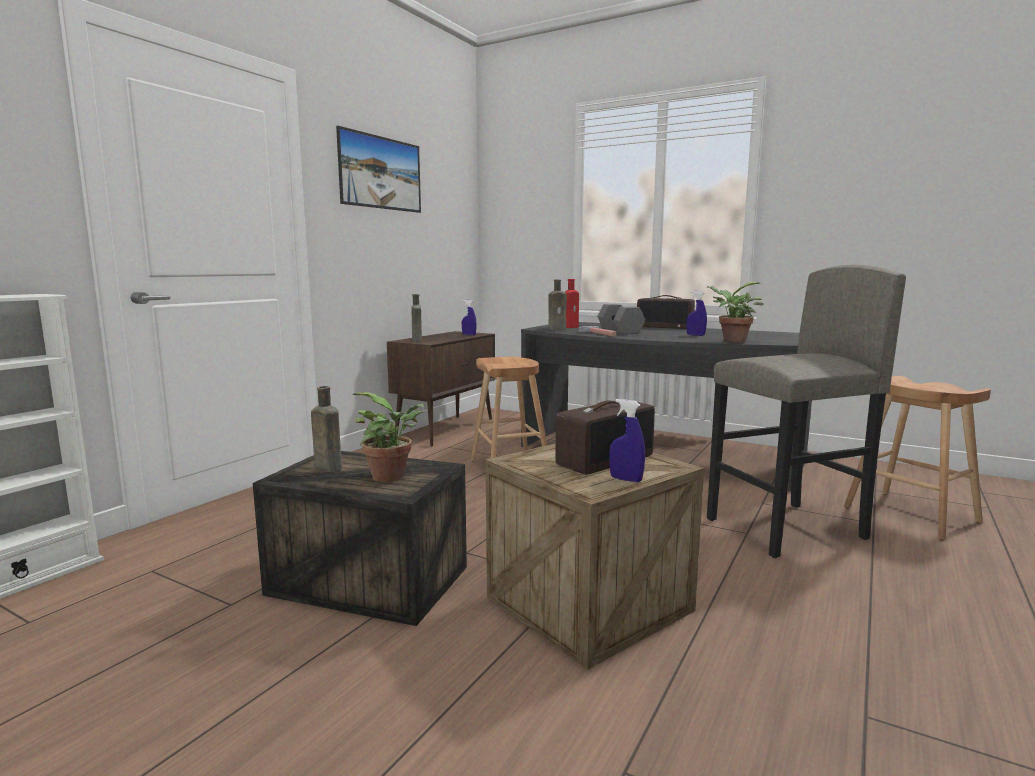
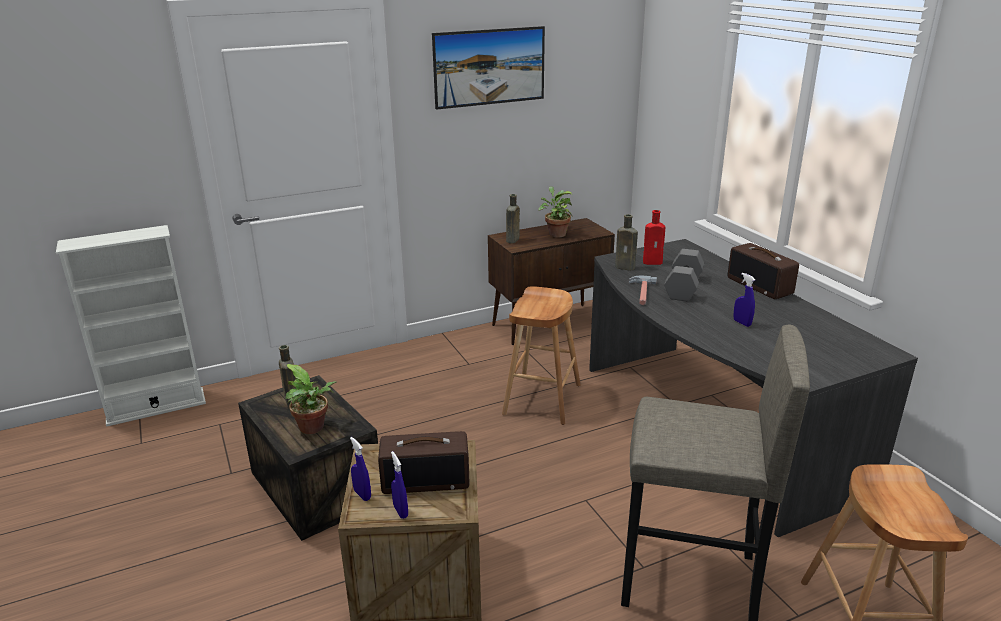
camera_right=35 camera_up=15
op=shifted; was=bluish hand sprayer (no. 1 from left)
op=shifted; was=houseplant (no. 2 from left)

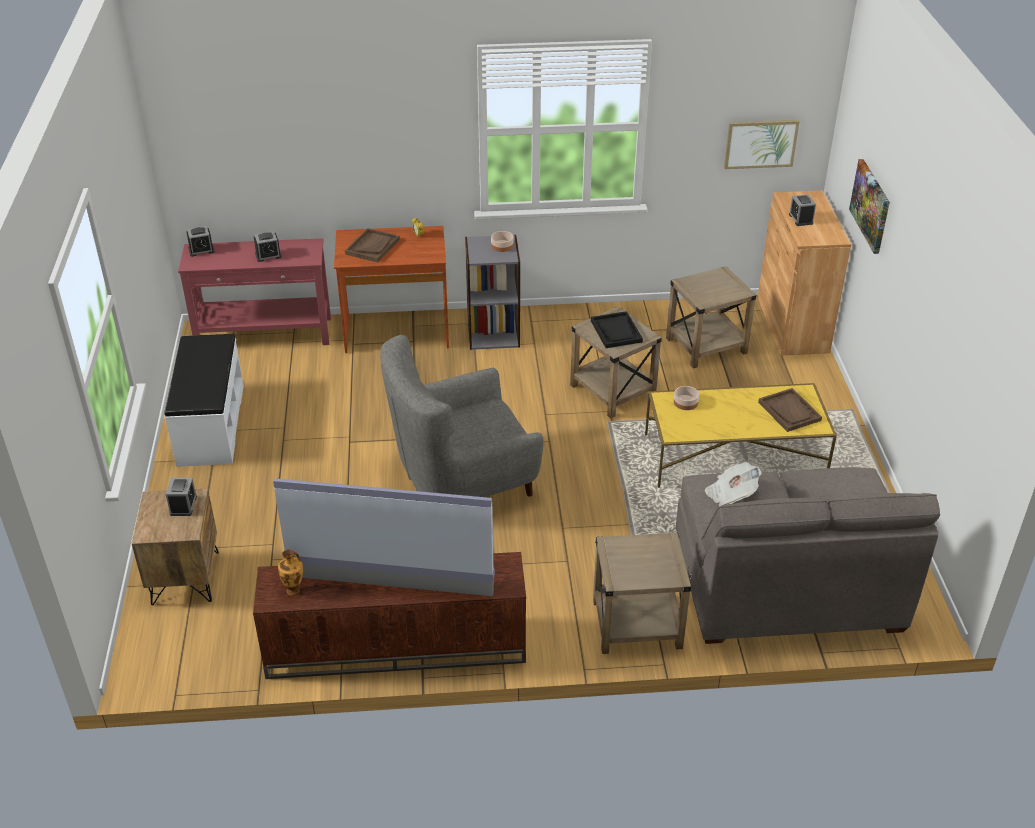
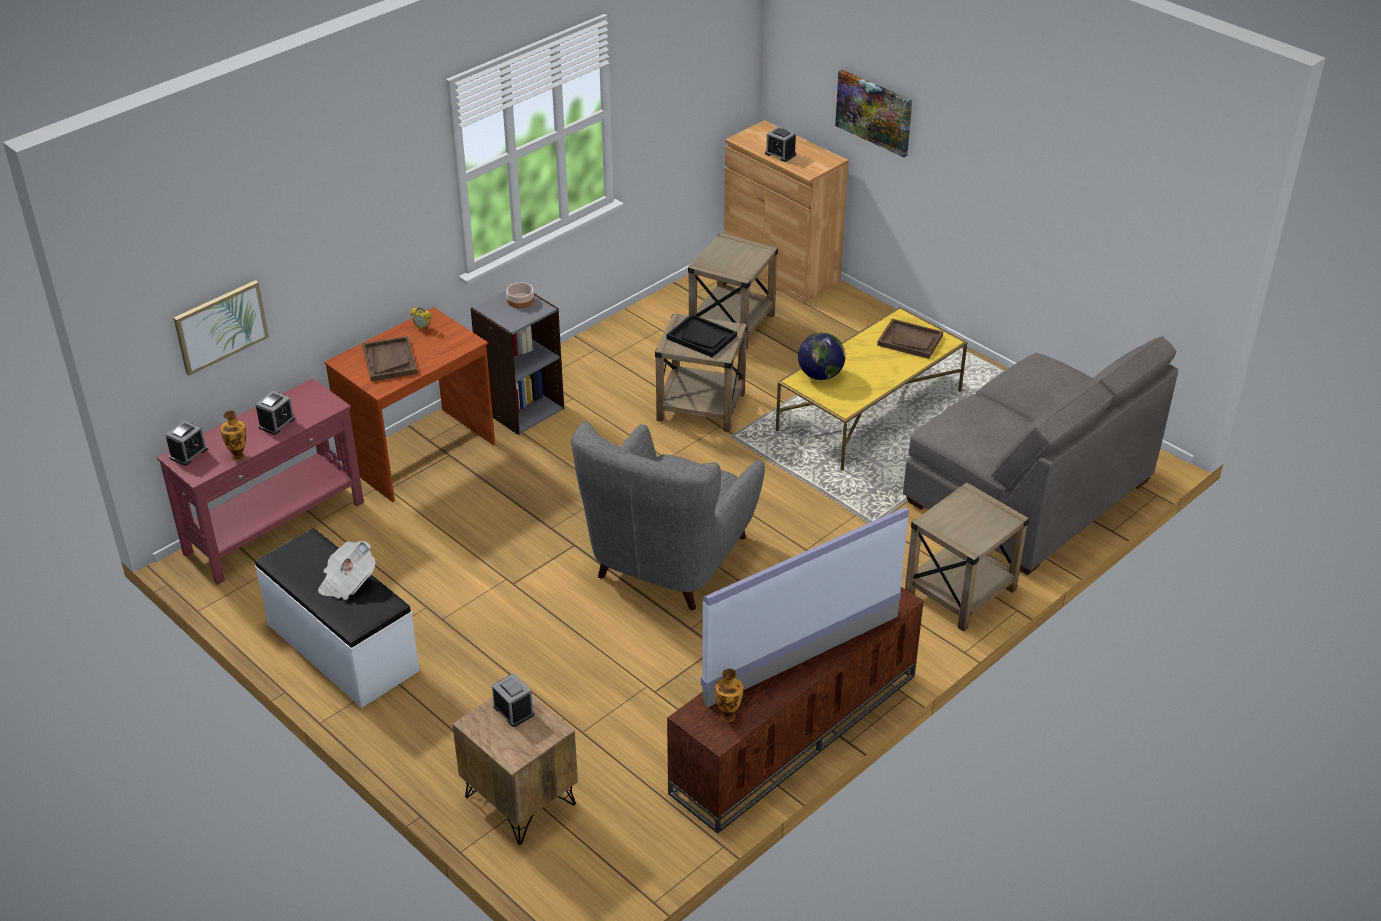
camera_right=-40 camera_up=0
op=swapped; was=serving bowl (no. 2 from left); now=desk globe
op=shifted; was=daily paper
op=shifted; was=wall art (no. 1 from left)
op=new; now=decorative vase (no. 1 from left)

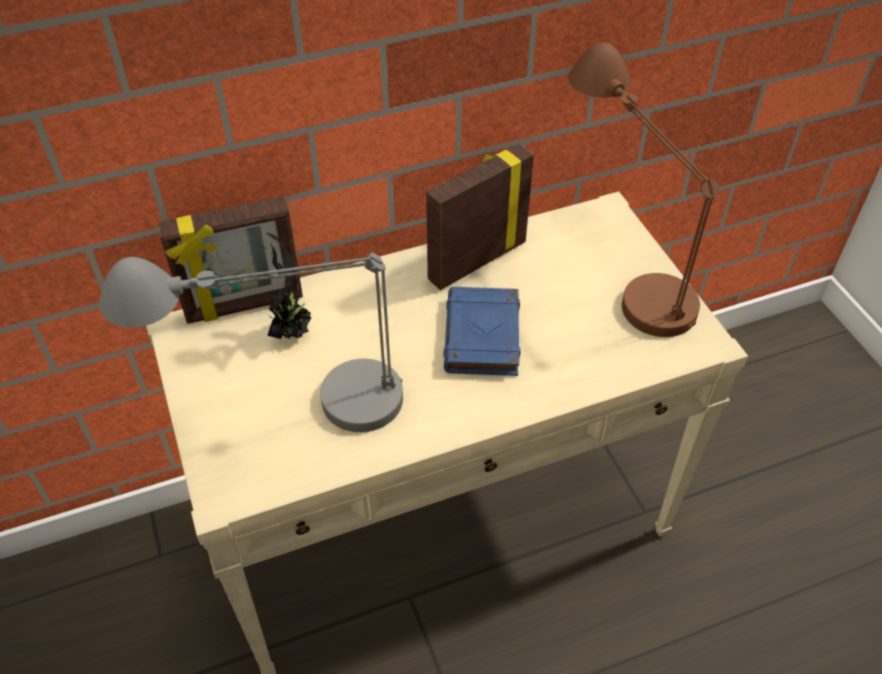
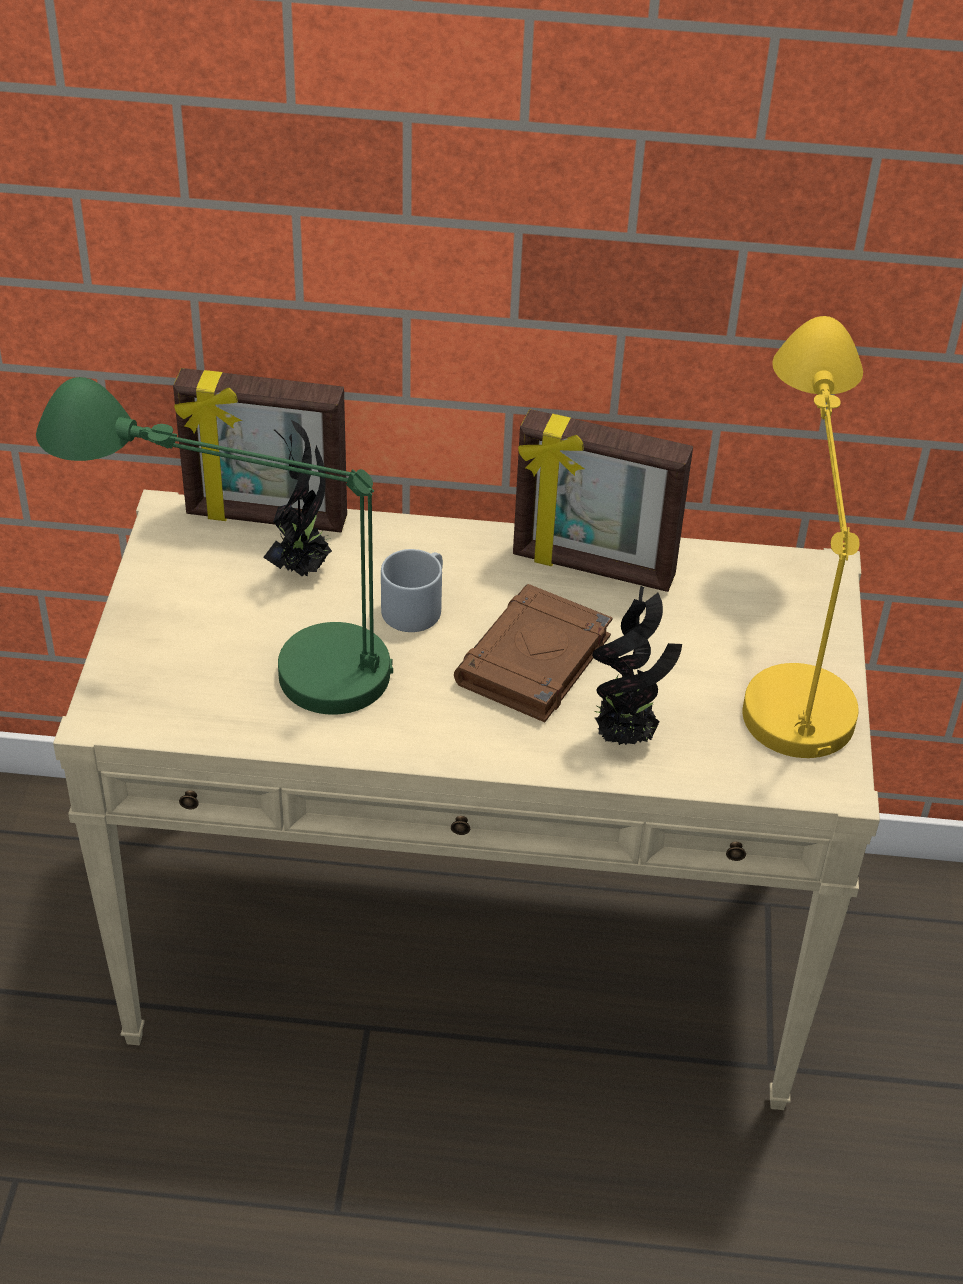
camera_right=25 camera_up=-5
op=repainted; was=greyish table lamp; now=green-coloured table lamp
op=rotated; was=picture frame (no. 2 from left); clockwise=-150
op=repainted; was=bluish book; now=brownish book
op=repainted; was=brownish table lamp; now=yellow table lamp
op=new; now=greyish mug
op=new; now=houseplant (no. 2 from left)

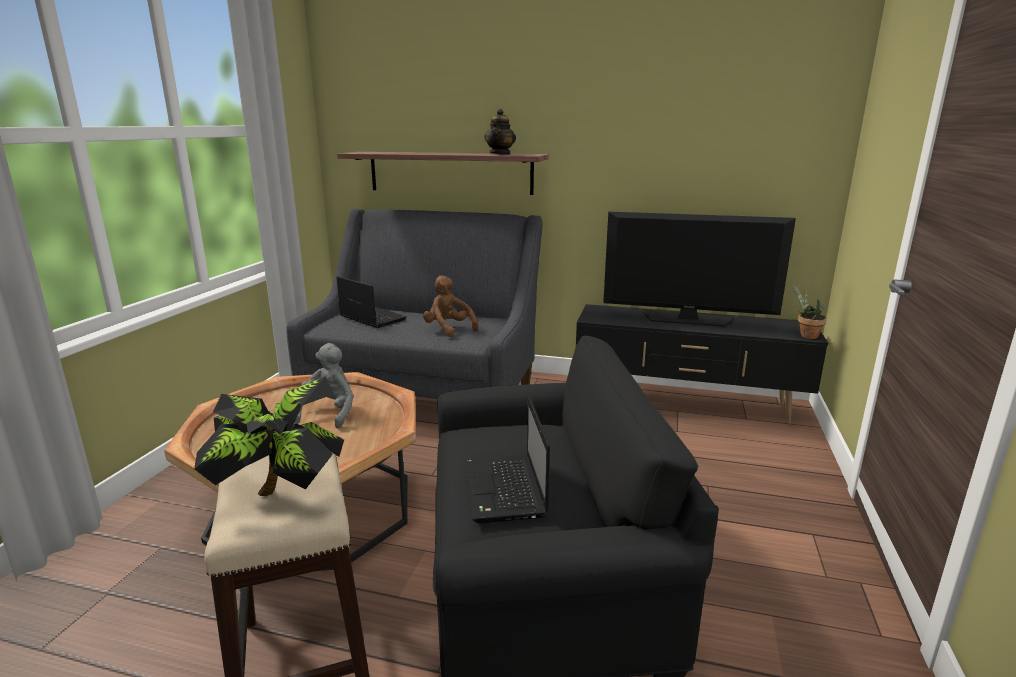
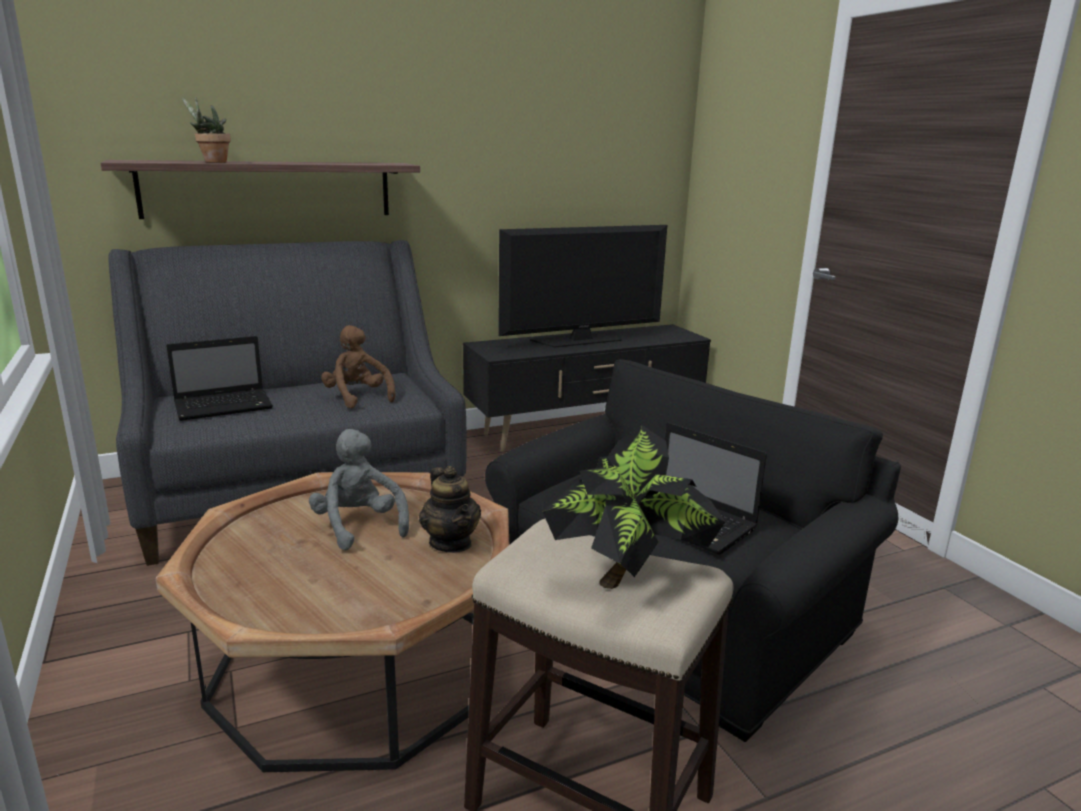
camera_right=-40 camera_up=0
op=rotated; was=laptop (no. 1 from left); clockwise=150
op=rotated; was=brownish cuddly toy; clockwise=45
op=shifted; was=pot for tea
op=shifted; was=houseplant (no. 2 from left in the first image); now=houseplant (no. 1 from left)

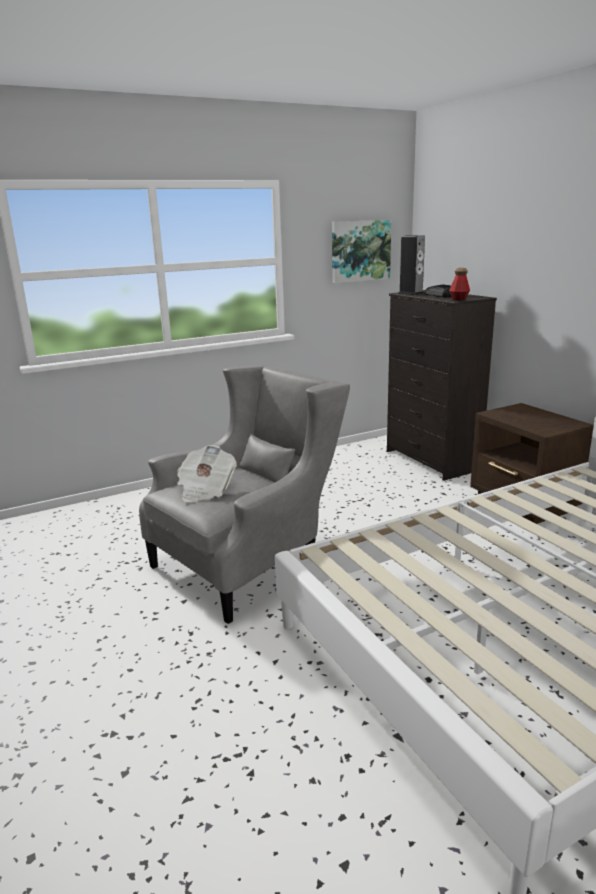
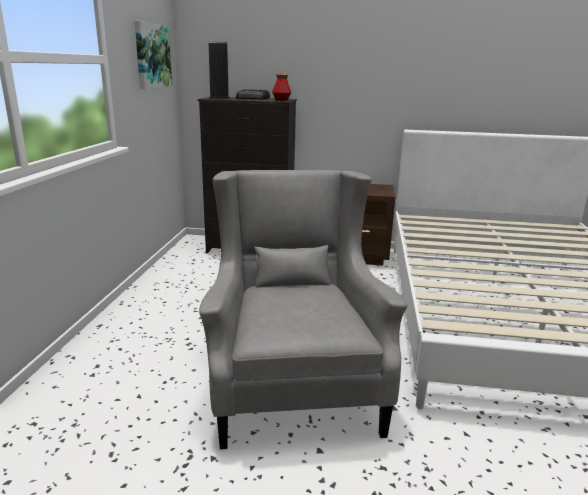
camera_right=-55 camera_up=0
op=gone; was=daily paper

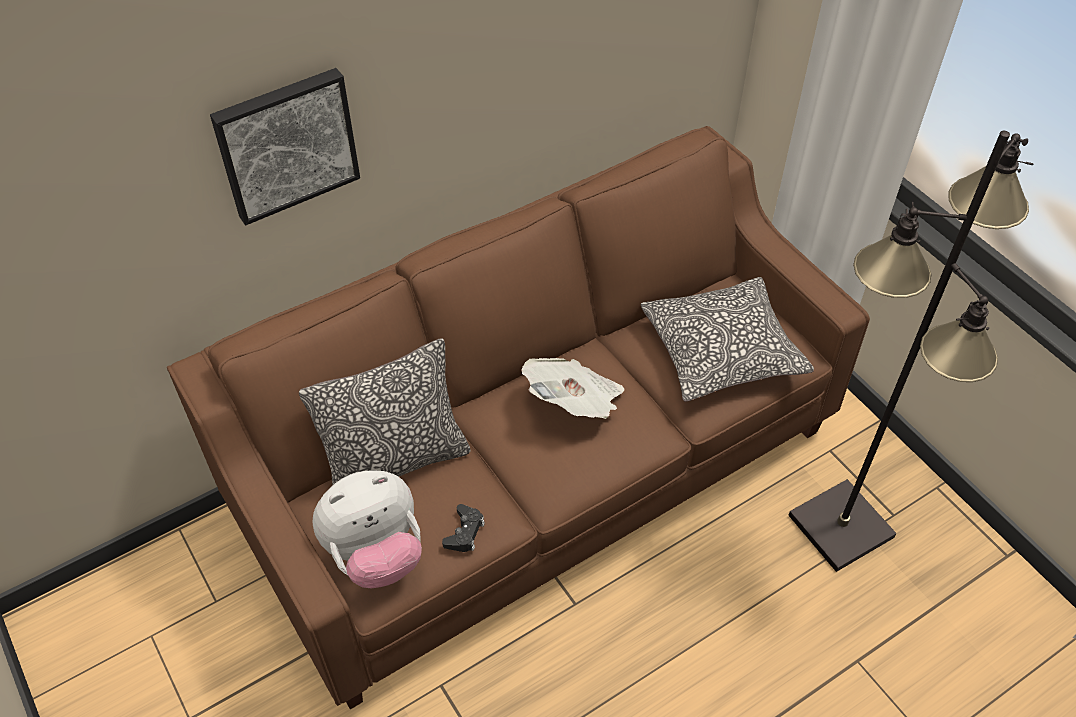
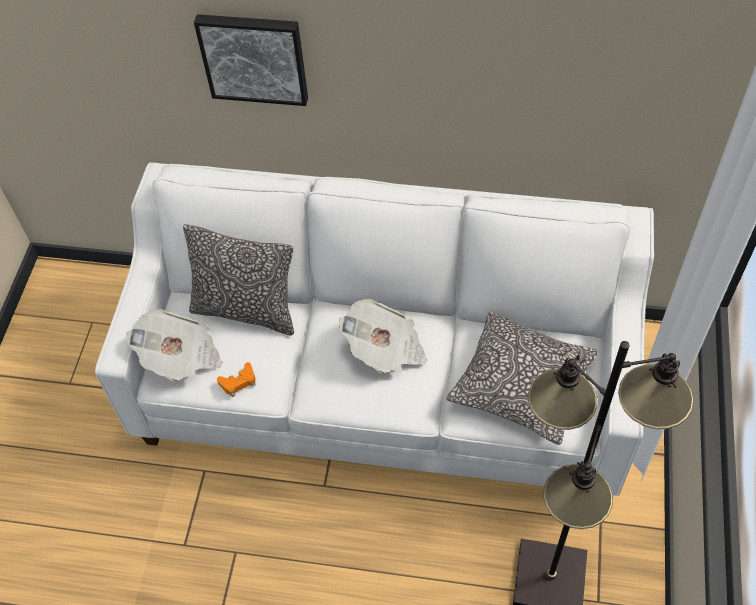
camera_right=45 camera_up=5
op=repainted; was=brownish sofa; now=whitish sofa
op=swapped; was=cuddly toy; now=daily paper (no. 1 from left)
op=repainted; was=black-coloured joypad; now=orange-coloured joypad

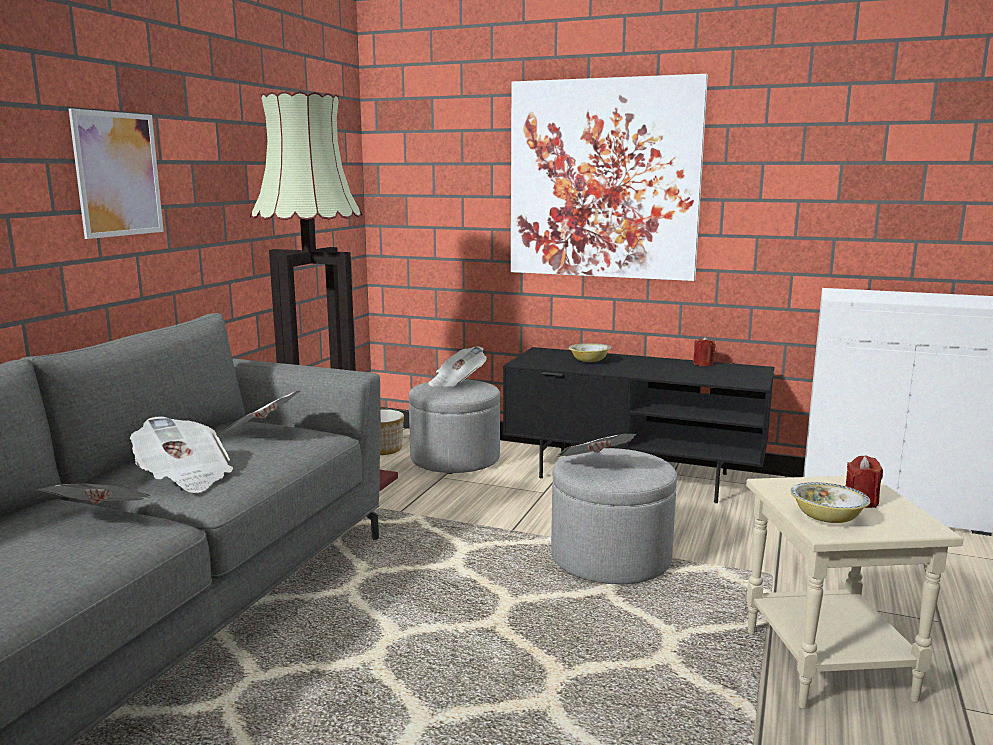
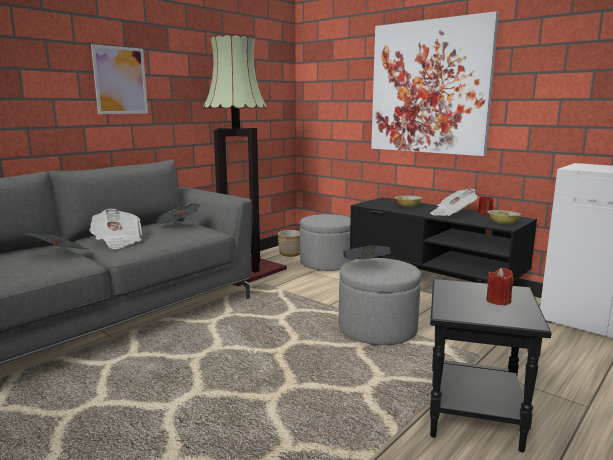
camera_right=20 camera_up=0
op=shifted; was=daily paper (no. 4 from left in the first image); now=daily paper (no. 5 from left)
op=repainted; was=sand-coloured end table; now=black-coloured end table
op=shifted; was=serving bowl (no. 2 from left)

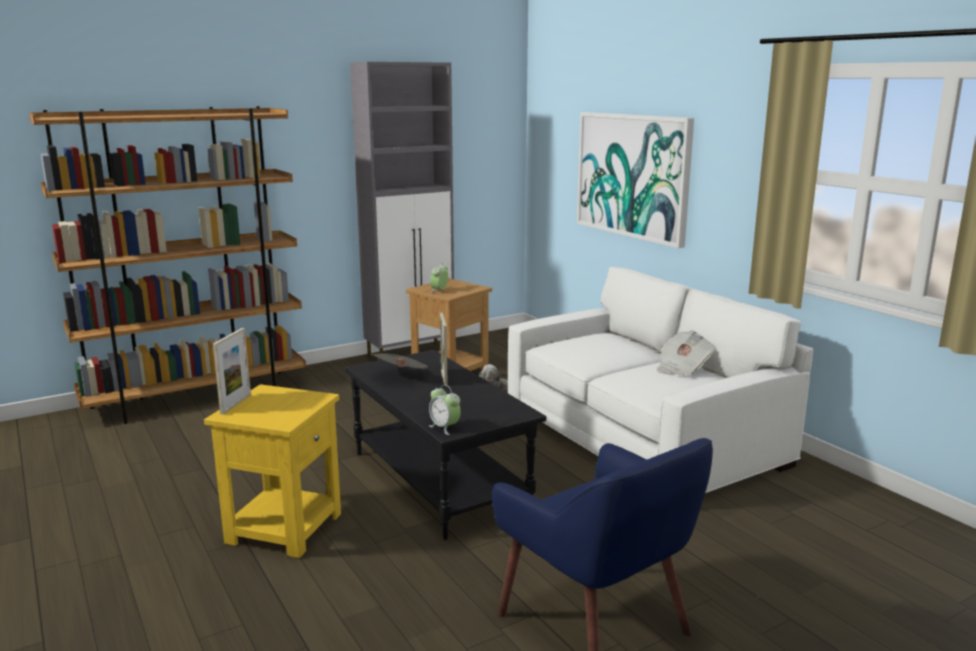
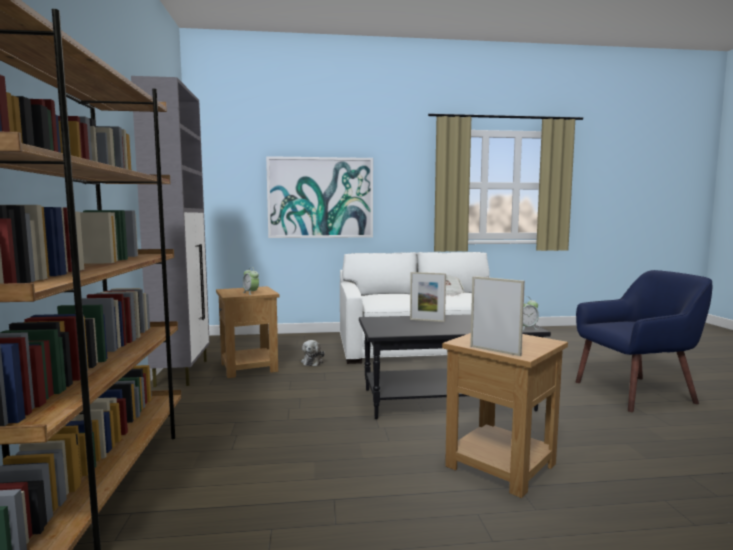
camera_right=-65 camera_up=-10
op=repainted; was=yellow end table; now=brownish end table (no. 2 from left)
op=gone; was=daily paper (no. 1 from left)

